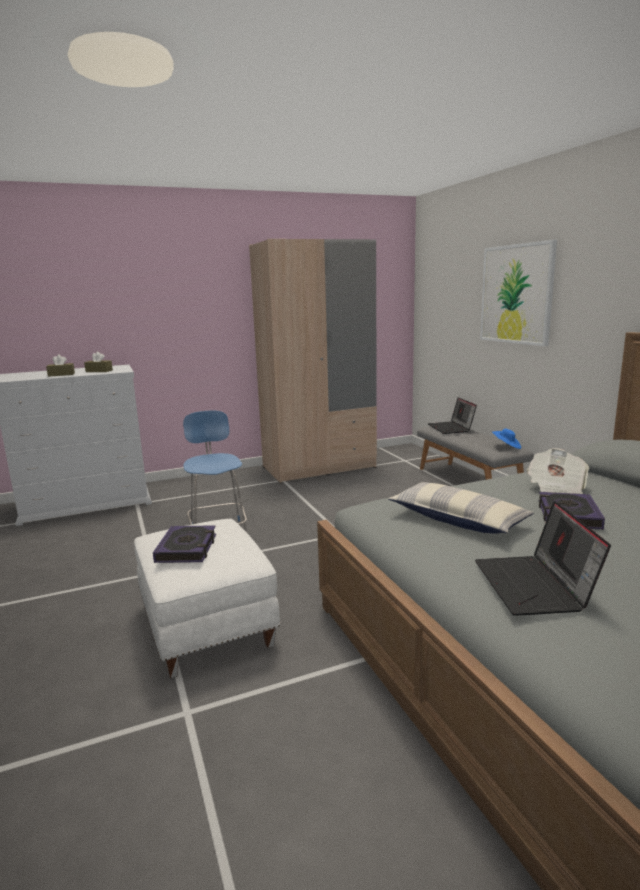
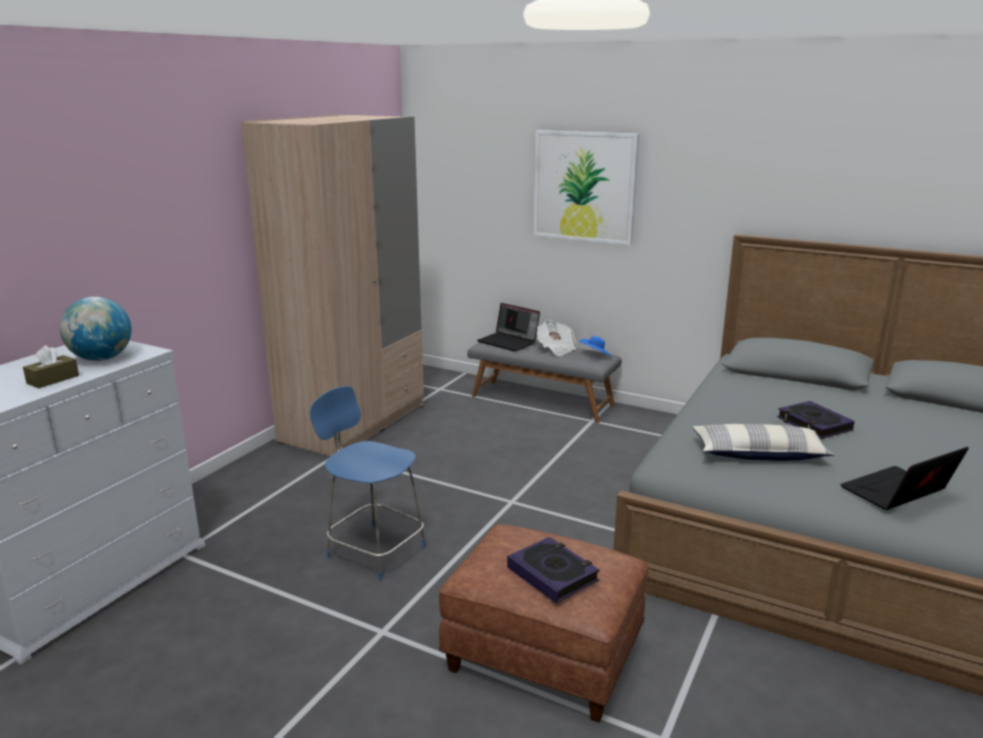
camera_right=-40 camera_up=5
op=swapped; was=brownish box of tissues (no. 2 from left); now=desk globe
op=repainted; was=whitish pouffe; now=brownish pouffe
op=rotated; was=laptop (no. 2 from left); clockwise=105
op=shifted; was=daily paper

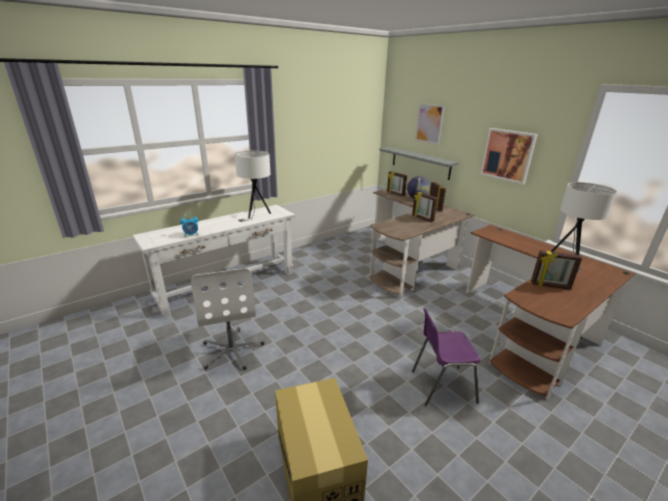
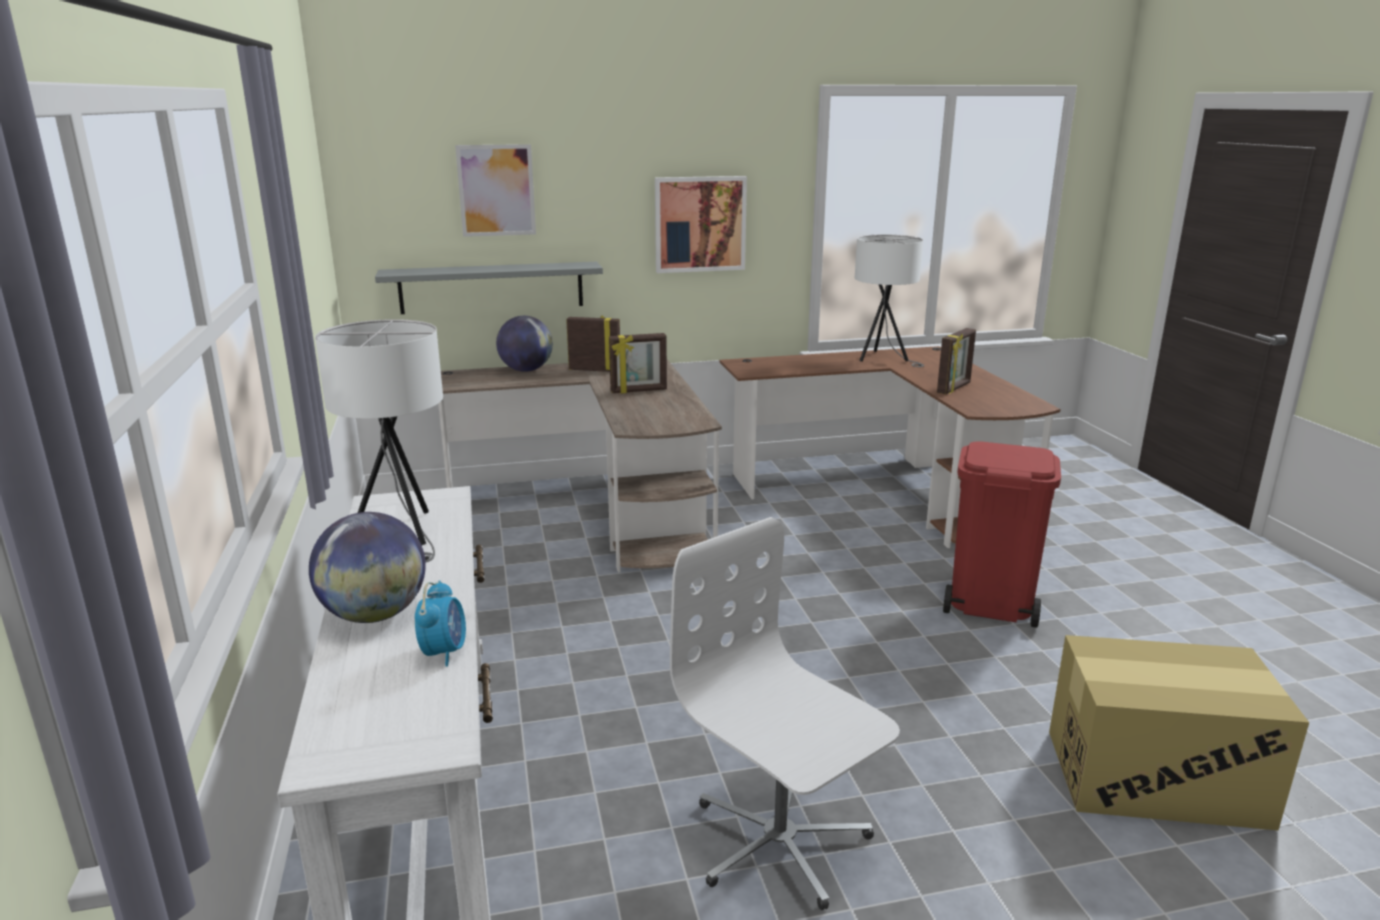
camera_right=-65 camera_up=-5
op=rotated; was=whitish office chair; clockwise=-135
op=gone; was=picture frame (no. 1 from left)
op=swapped; was=purple-coloured chair; now=red trash can
op=new; now=desk globe (no. 1 from left)

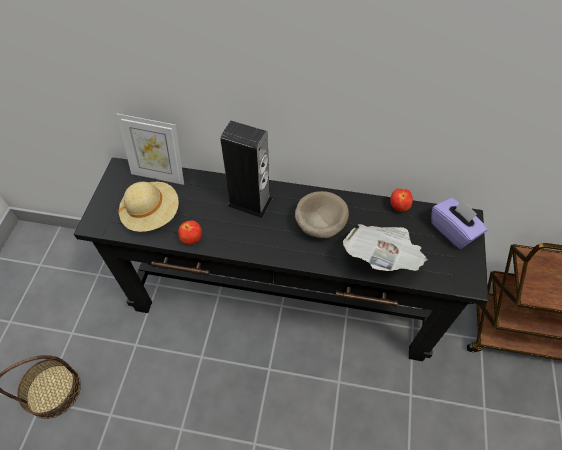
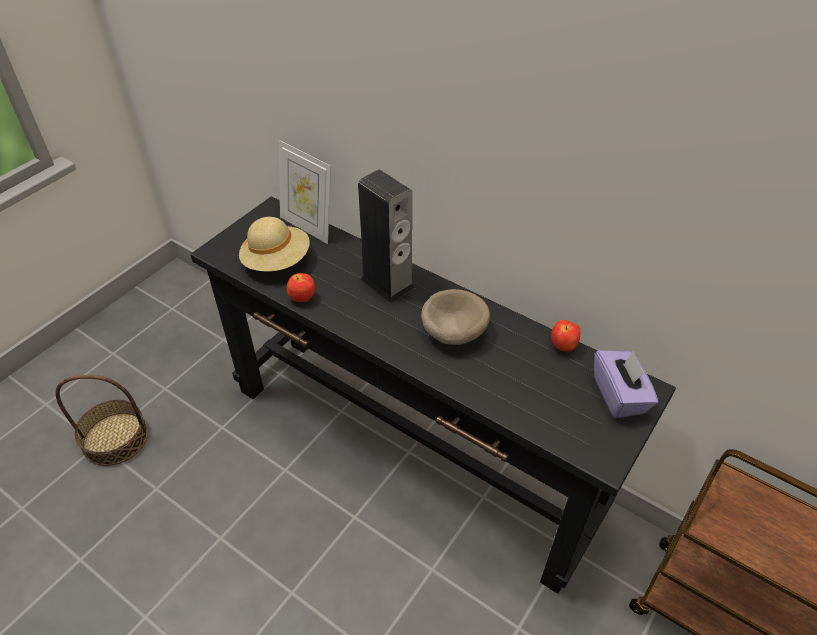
camera_right=25 camera_up=-10
op=gone; was=daily paper

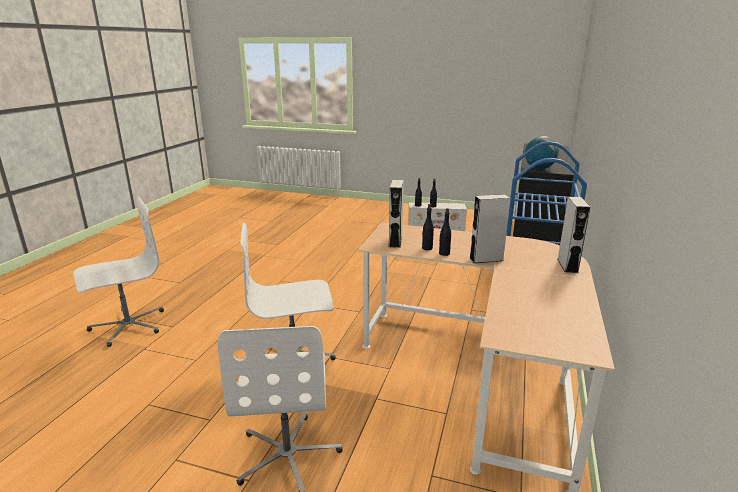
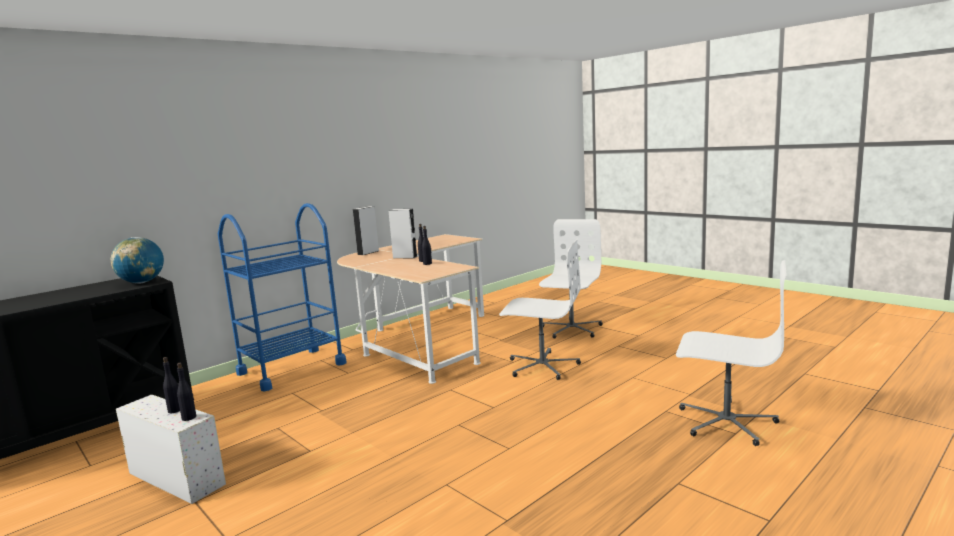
camera_right=-150 camera_up=-10
op=rotated; was=whitish office chair (no. 1 from left in the first image); clockwise=-150
op=gone; was=greyish loudspeaker (no. 1 from left)

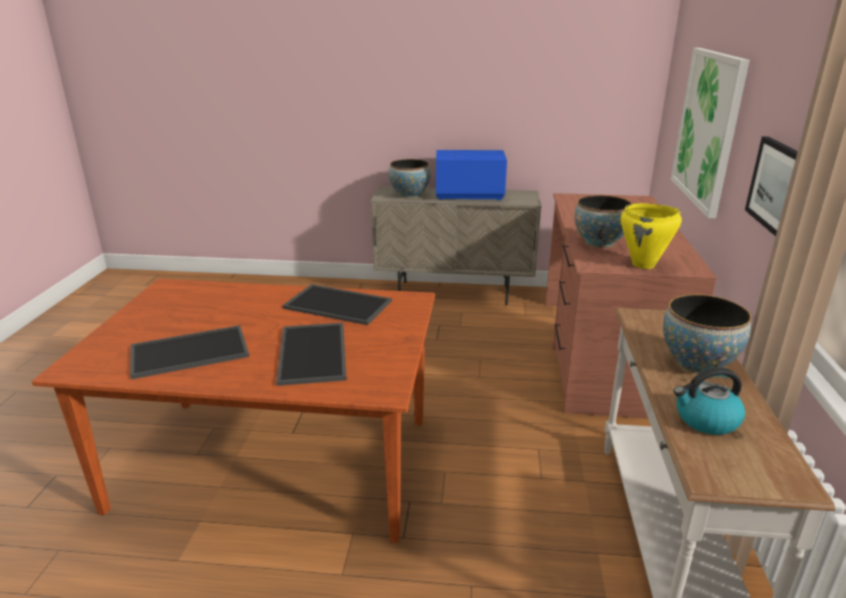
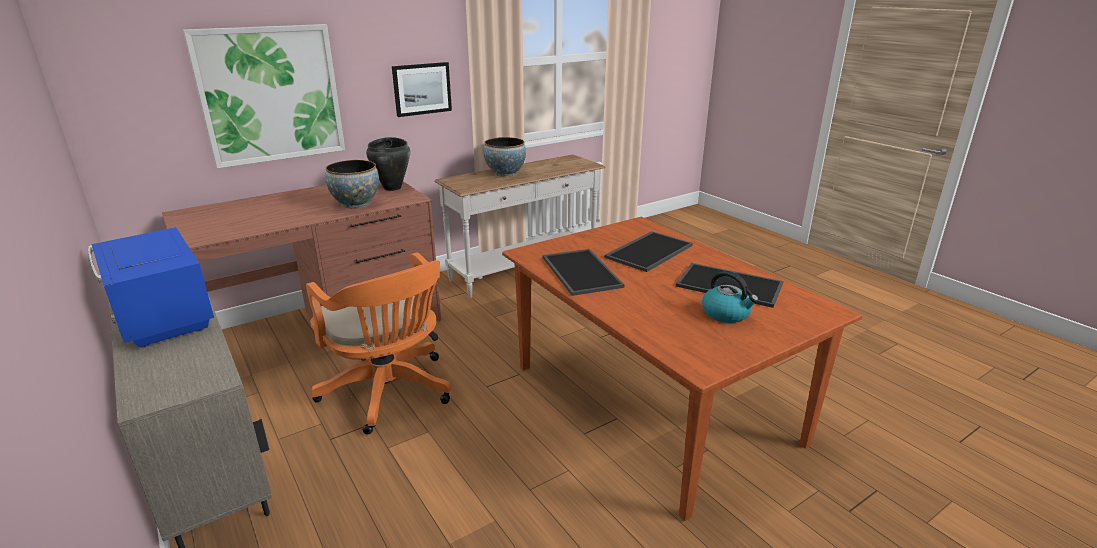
camera_right=-130 camera_up=0
op=gone; was=serving bowl (no. 1 from left)
op=repainted; was=yellow saucepot; now=black-coloured saucepot
op=shifted; was=tea kettle
op=new; now=orange-coloured office chair

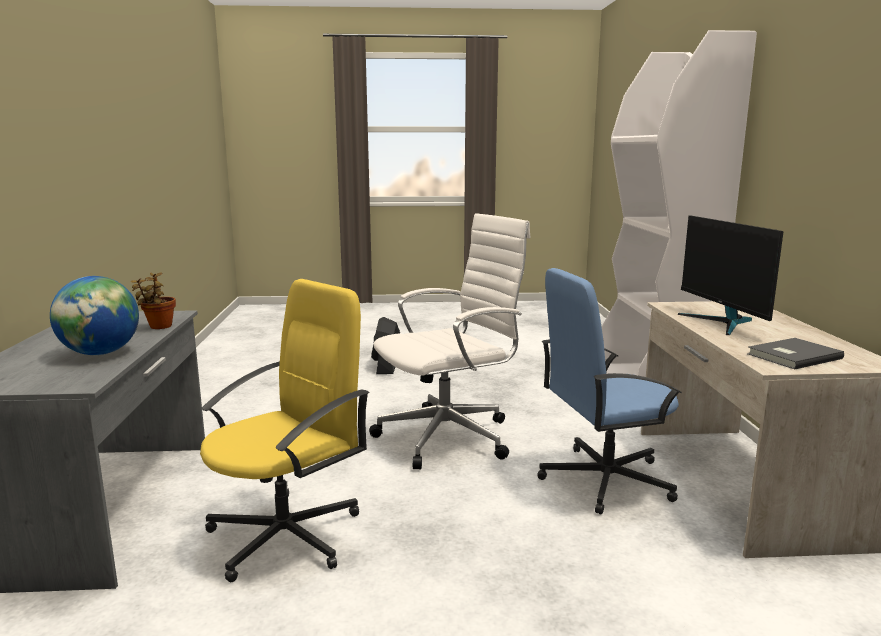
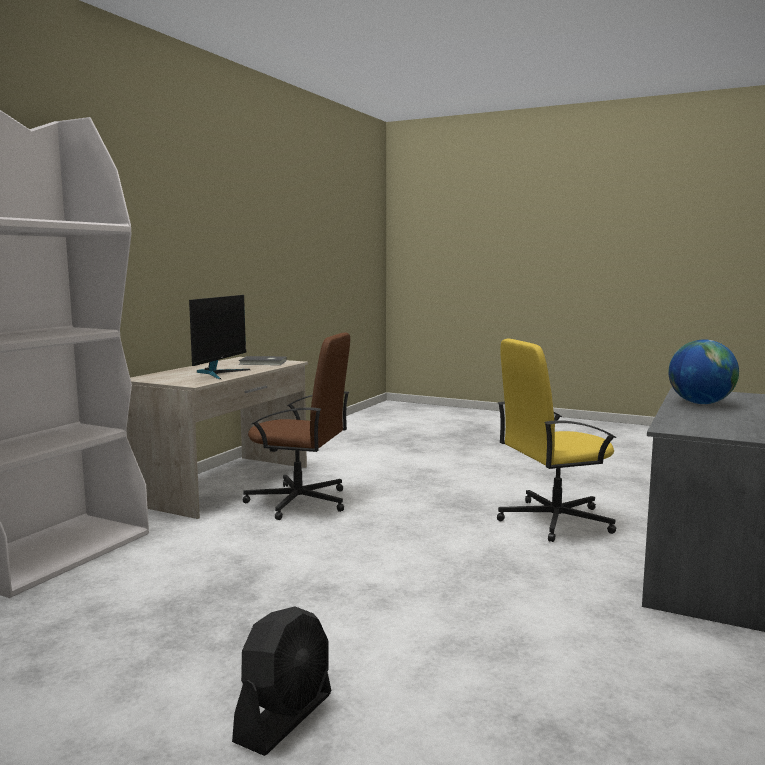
camera_right=-150 camera_up=-5
op=gone; was=houseplant
op=gone; was=whitish office chair
op=repainted; was=bluish office chair; now=brownish office chair

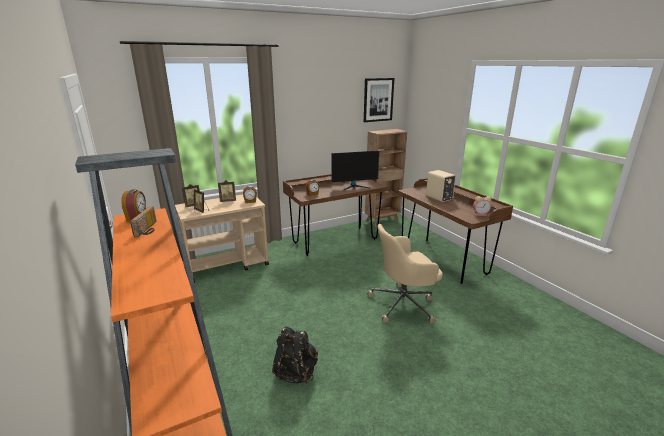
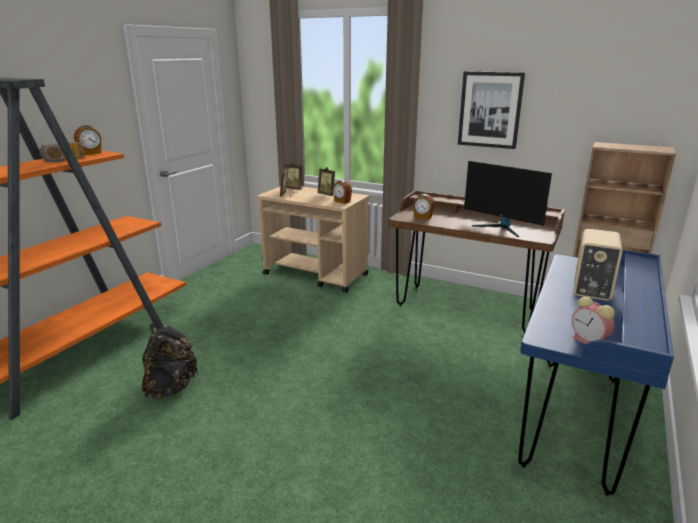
camera_right=55 camera_up=0
op=shifted; was=wall art
op=gone; was=sand-coloured office chair
op=repainted; was=brownish desk unit (no. 2 from left); now=bluish desk unit

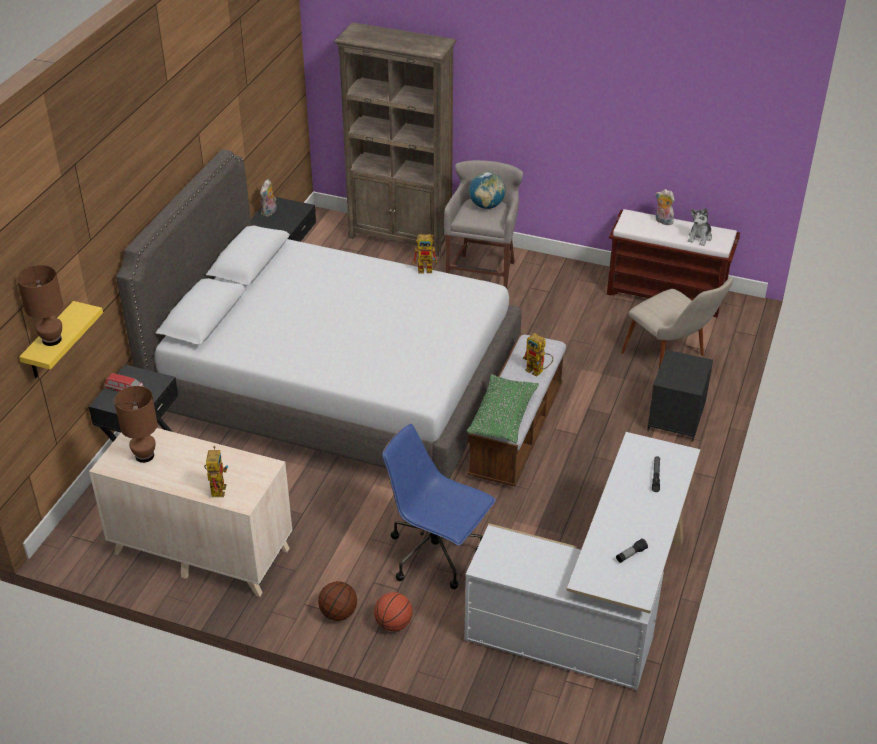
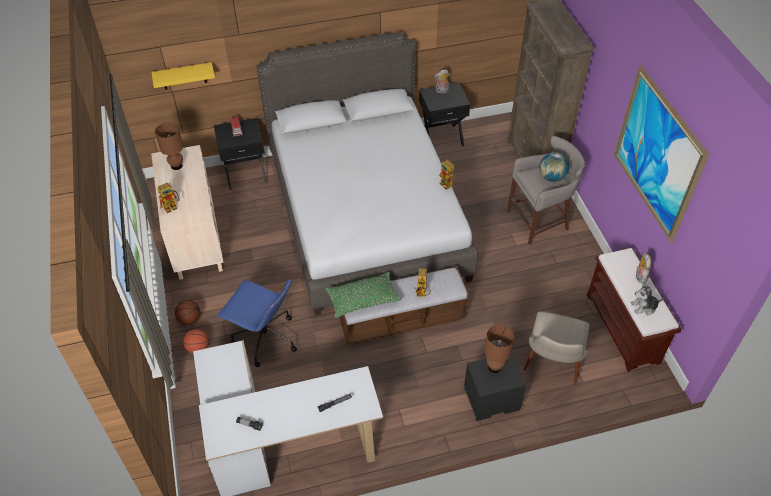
camera_right=55 camera_up=10
op=shifted; was=brownish table lamp (no. 1 from left in the first image); now=brownish table lamp (no. 2 from left)
op=rotated; was=bluish office chair; clockwise=120
op=new; now=wall art

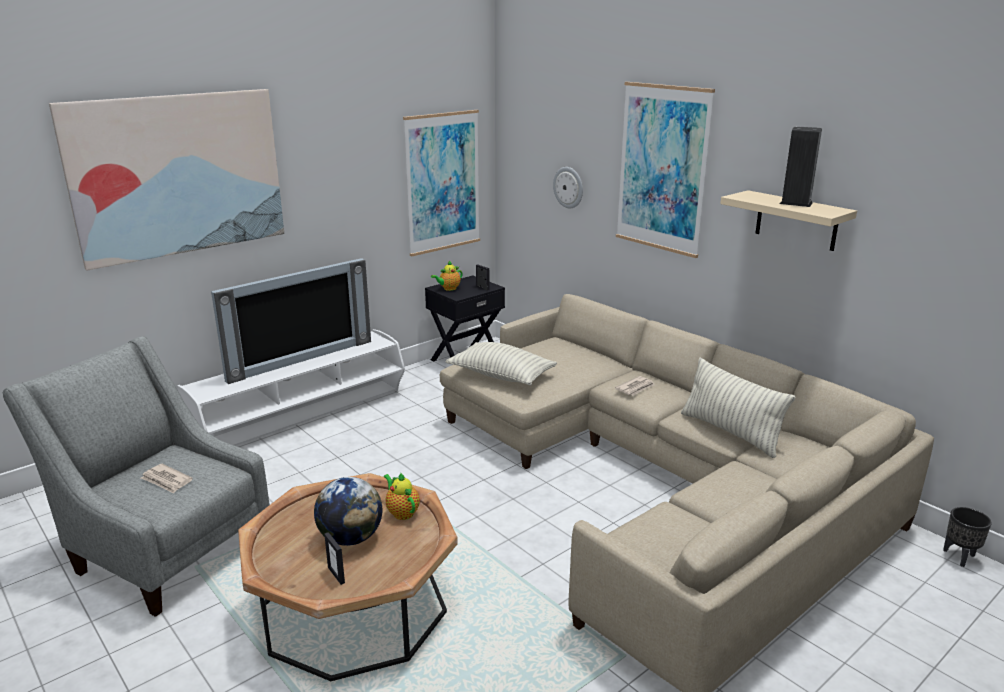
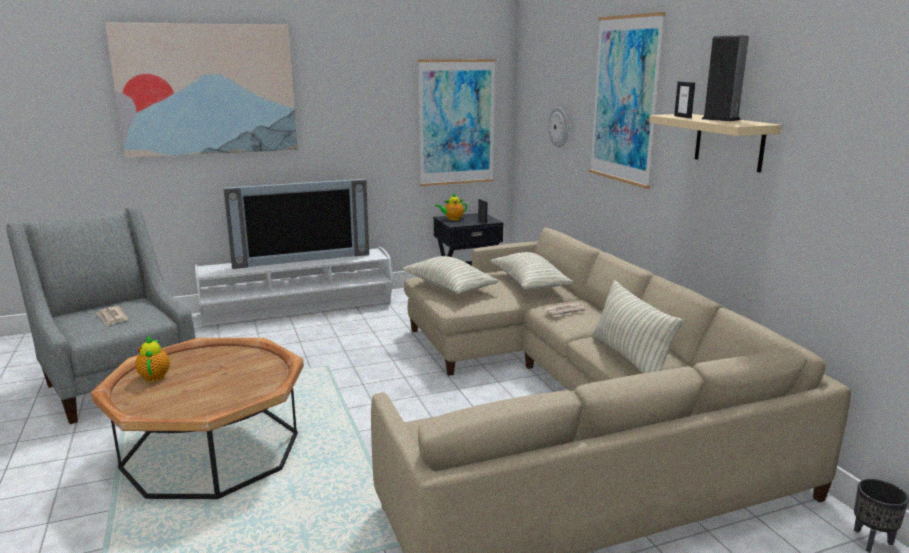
camera_right=20 camera_up=-5
op=gone; was=desk globe
op=shifted; was=picture frame (no. 1 from left in the first image); now=picture frame (no. 2 from left)
op=shifted; was=pot for tea (no. 1 from left)
op=new; now=throw pillow (no. 2 from left)

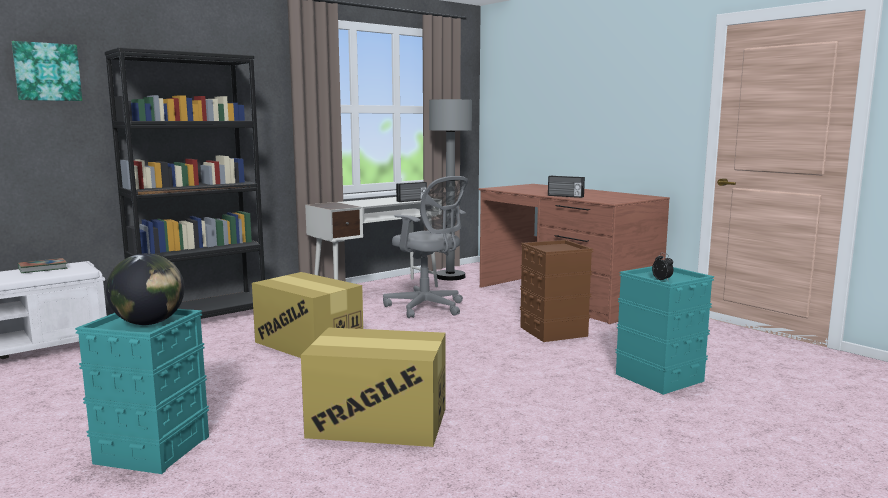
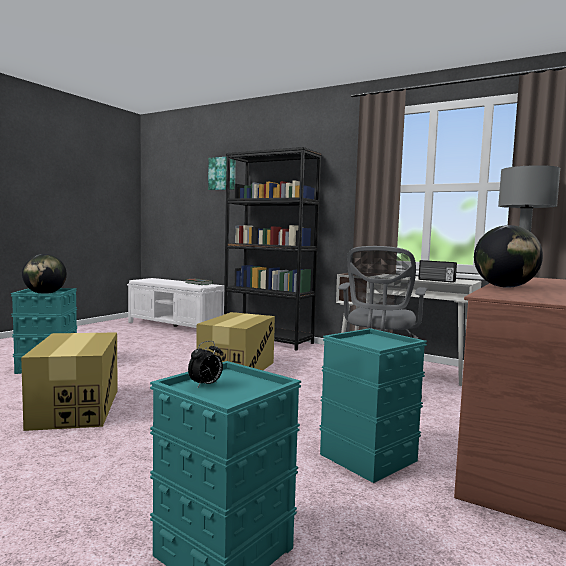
camera_right=70 camera_up=-5
op=repainted; was=brownish storage bin; now=turquoise-coloured storage bin (no. 3 from left)
op=swapped; was=radio set (no. 2 from left); now=desk globe (no. 2 from left)

